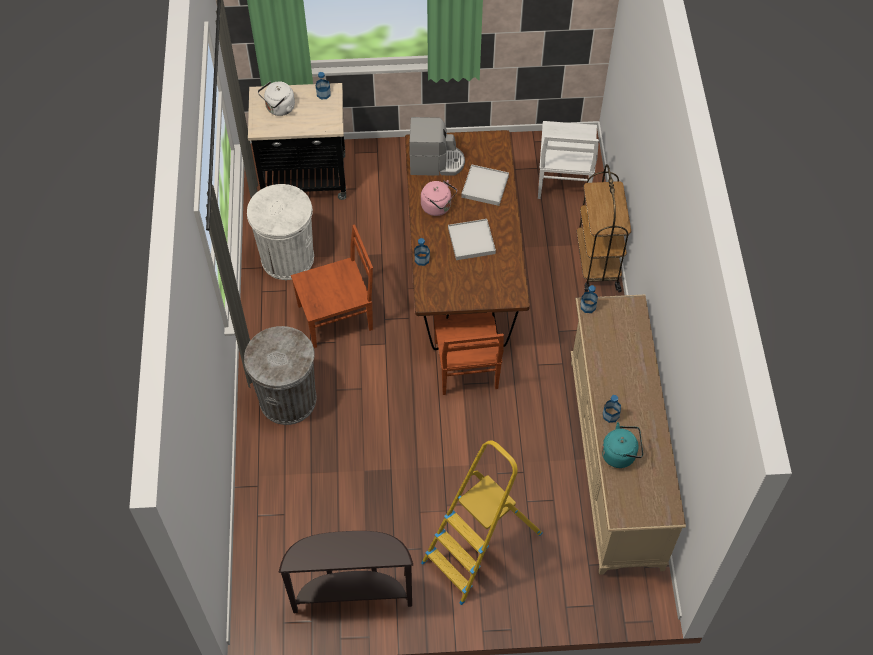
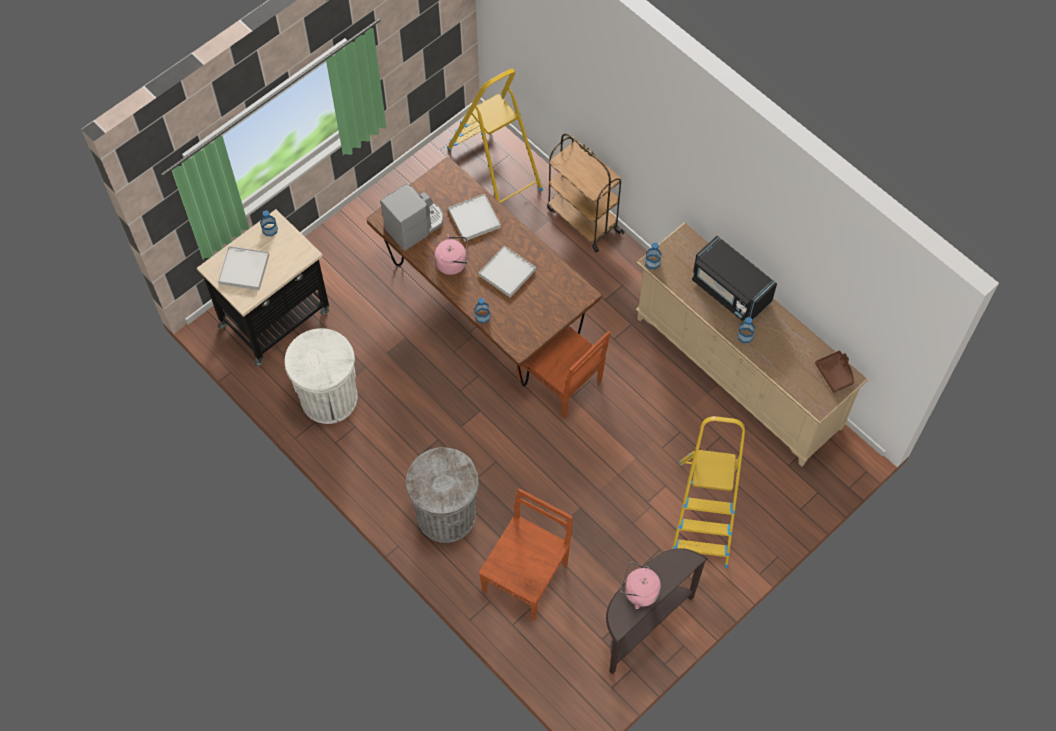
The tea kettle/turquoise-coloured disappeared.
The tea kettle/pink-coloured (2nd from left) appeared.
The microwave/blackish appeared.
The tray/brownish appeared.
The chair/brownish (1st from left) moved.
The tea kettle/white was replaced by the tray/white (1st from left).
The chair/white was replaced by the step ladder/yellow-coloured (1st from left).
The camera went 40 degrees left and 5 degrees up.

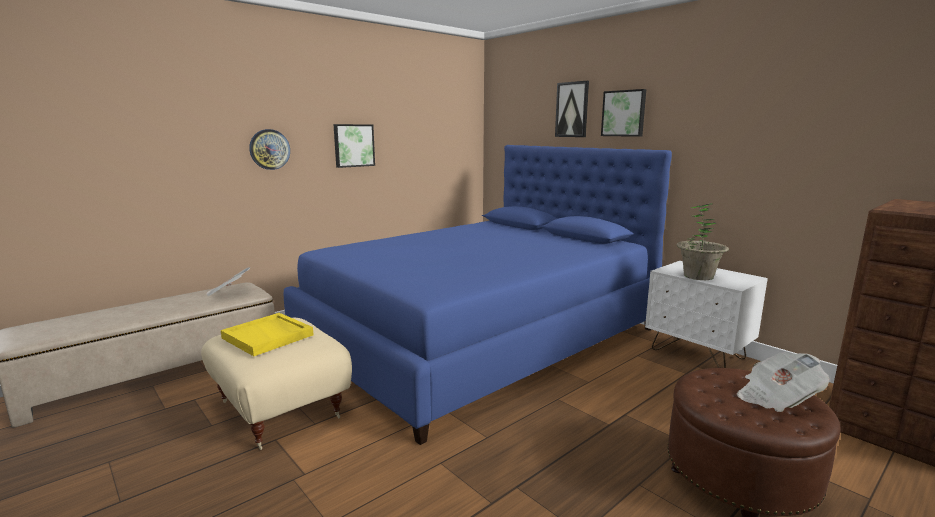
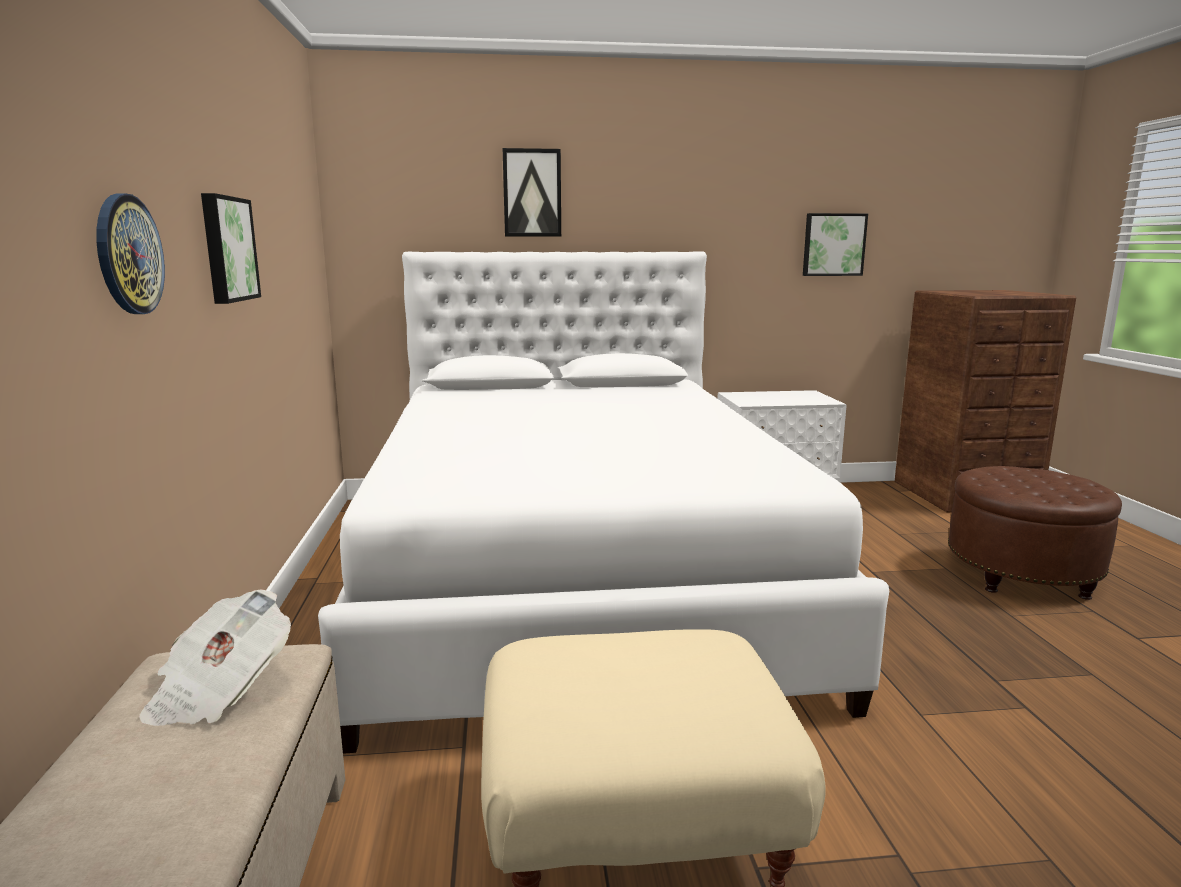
The tray/yellow-coloured disappeared.
The houseplant disappeared.
The daily paper (2nd from left) disappeared.
The picture (3rd from left) moved.
The bed/bluish became the bed/white.
The camera went 55 degrees left and 0 degrees up.

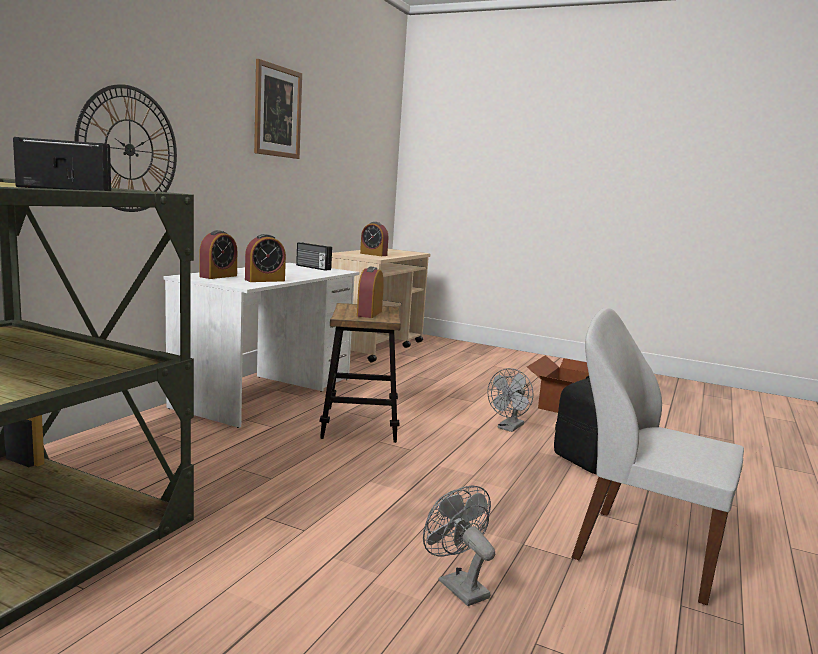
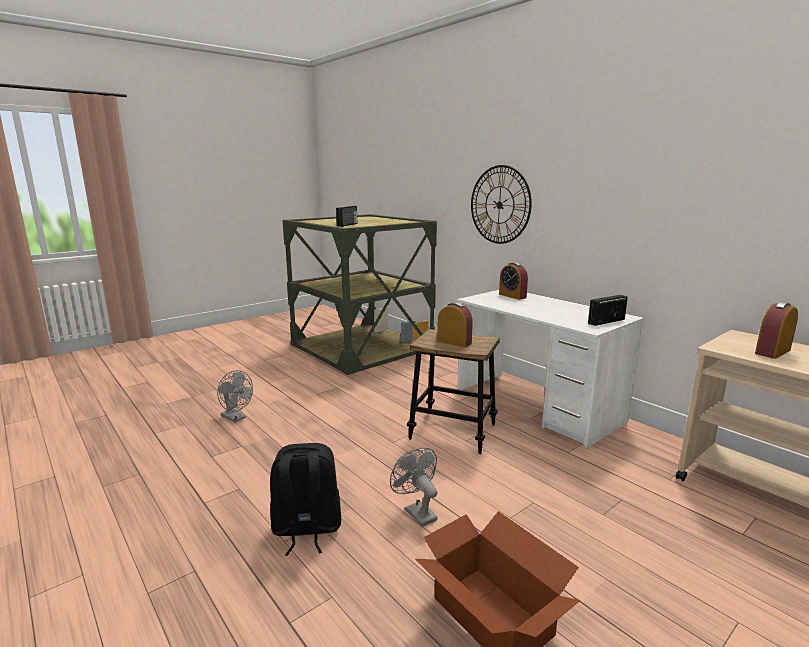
The table clock (2nd from left) disappeared.
The picture disappeared.
The chair/white disappeared.
The cooling fan/gray (1st from left) turned 45 degrees clockwise.
The camera went 115 degrees right and 5 degrees up.

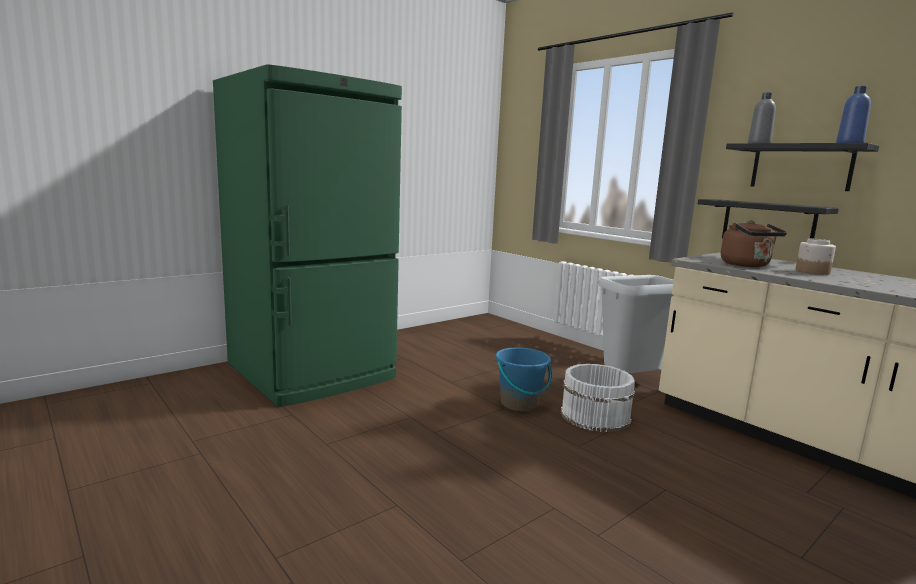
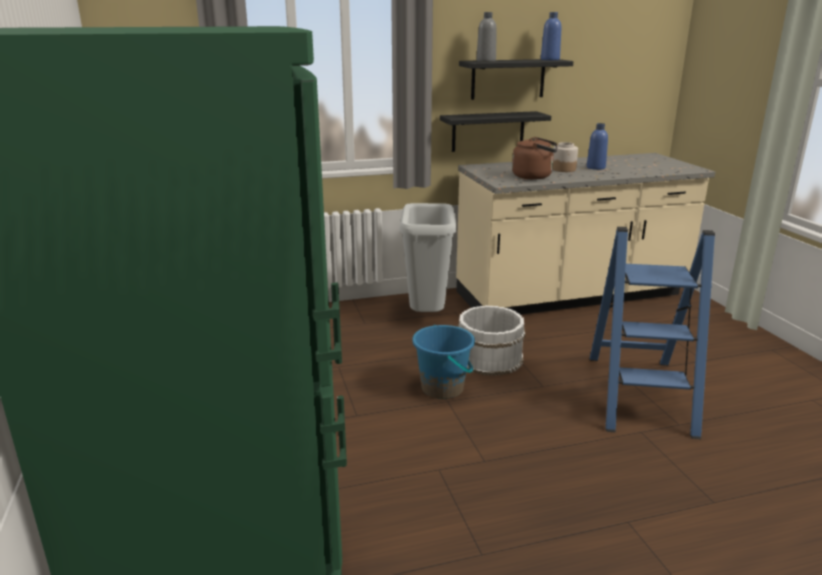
The beverage bottle/bluish (2nd from left) appeared.
The step ladder/bluish appeared.
The camera went 65 degrees left and 10 degrees up.

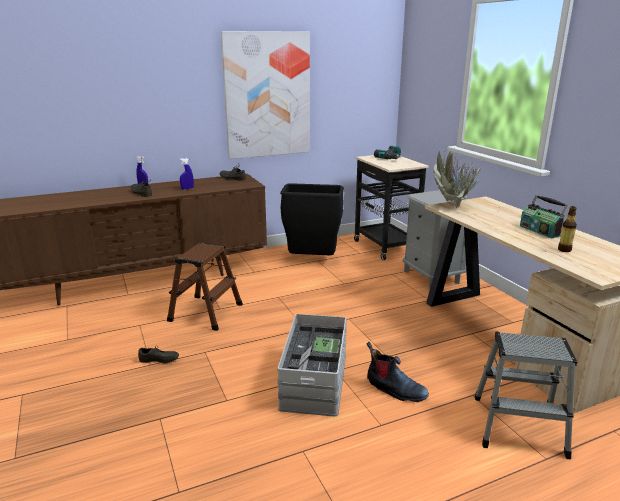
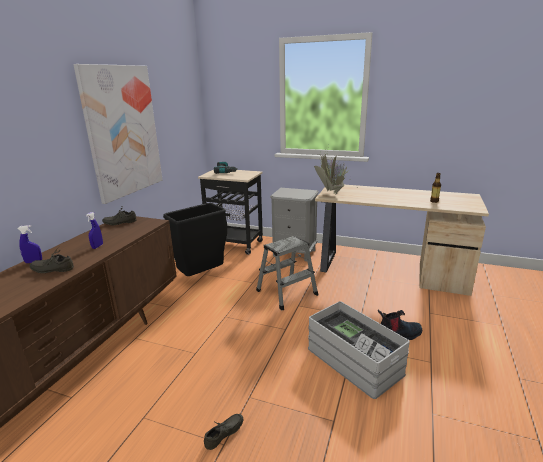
The step ladder/brownish disappeared.
The radio set disappeared.
The step ladder/gray moved.
The camera went 45 degrees left and 0 degrees up.

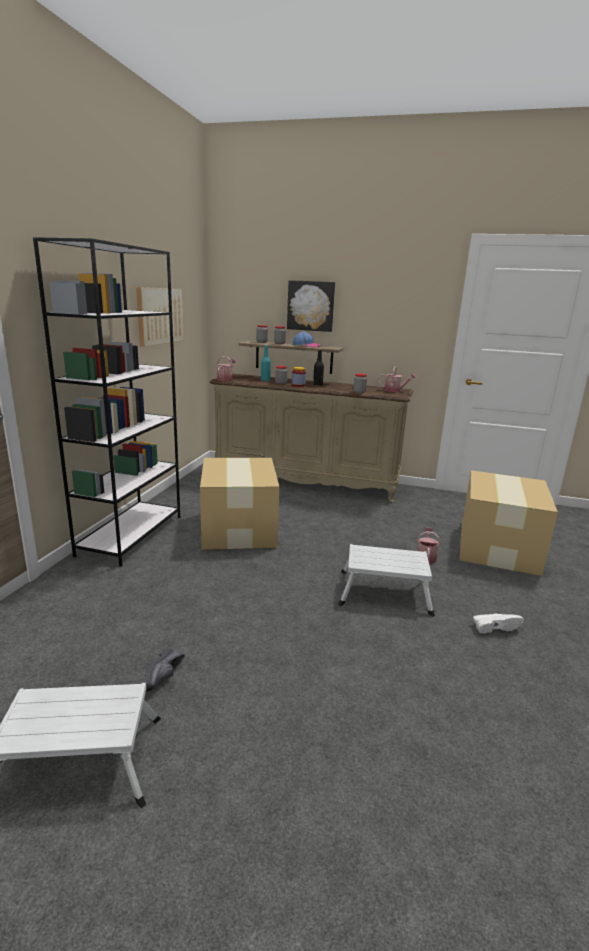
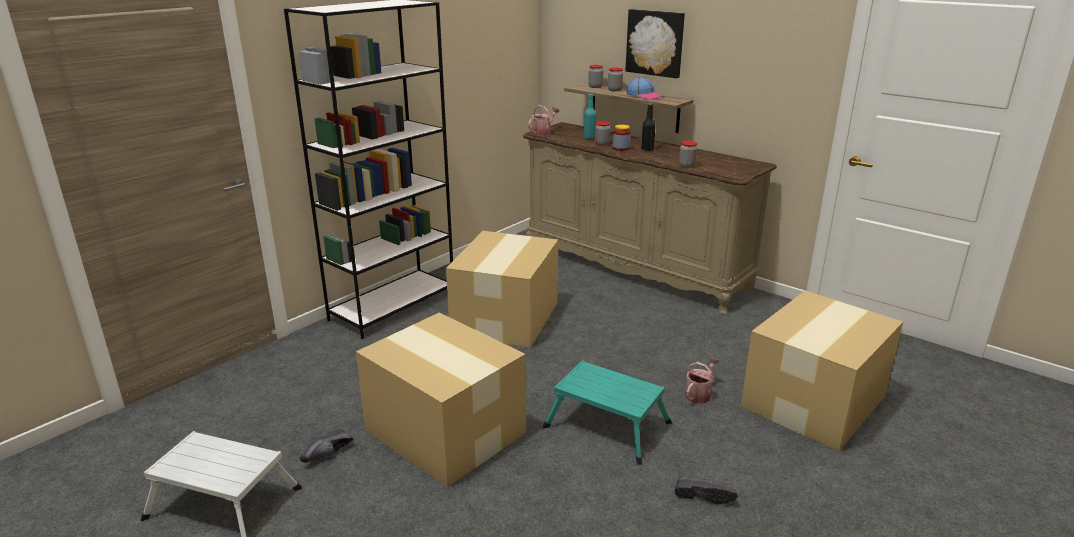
The picture (1st from left) disappeared.
The sprinkling can (2nd from left) disappeared.
The packing box (1st from left) appeared.
The step ladder/white (2nd from left) became the step ladder/turquoise-coloured.
The low shoe/white became the low shoe/blackish (2nd from left).
The camera went 25 degrees right and 5 degrees up.

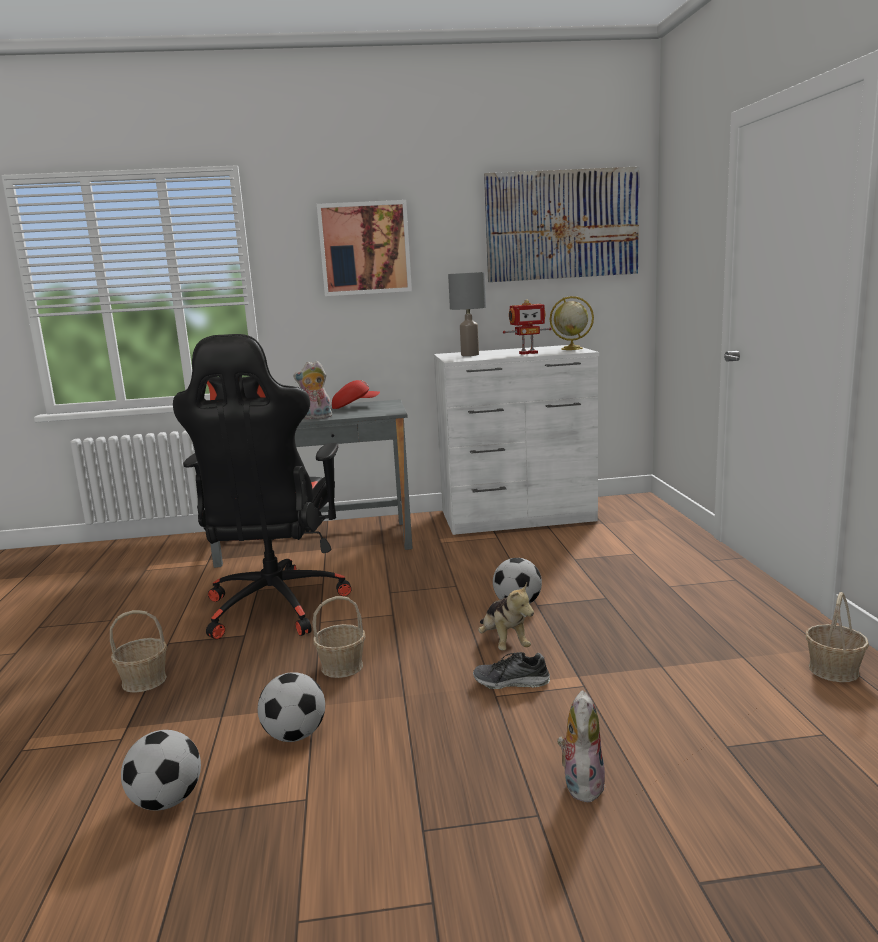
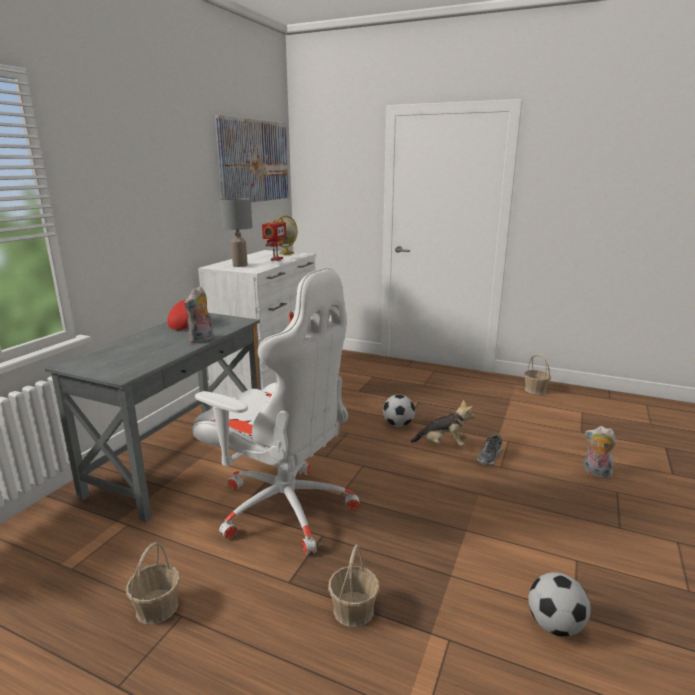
The football ball (2nd from left) disappeared.
The picture (1st from left) disappeared.
The household basket (2nd from left in the first image) moved.
The office chair/blackish became the office chair/white.
The camera went 60 degrees left and 5 degrees up.

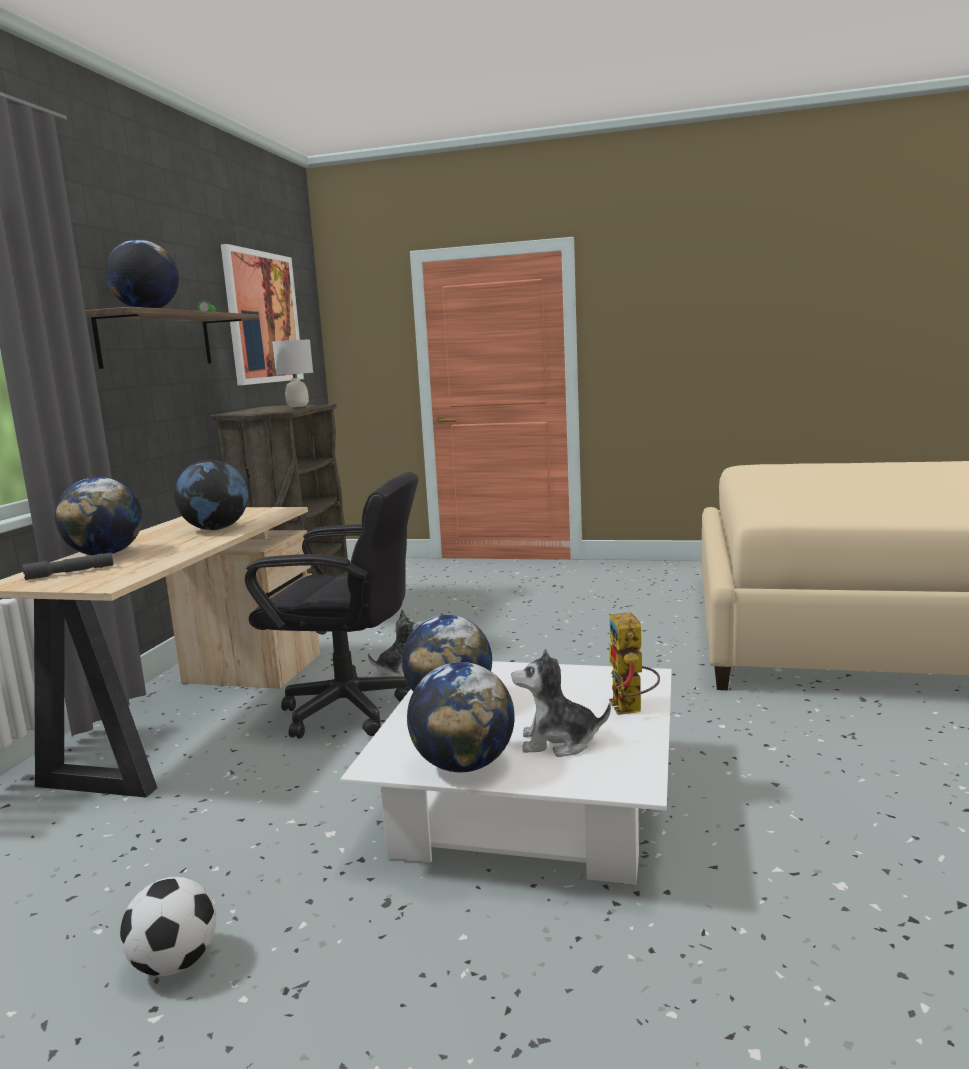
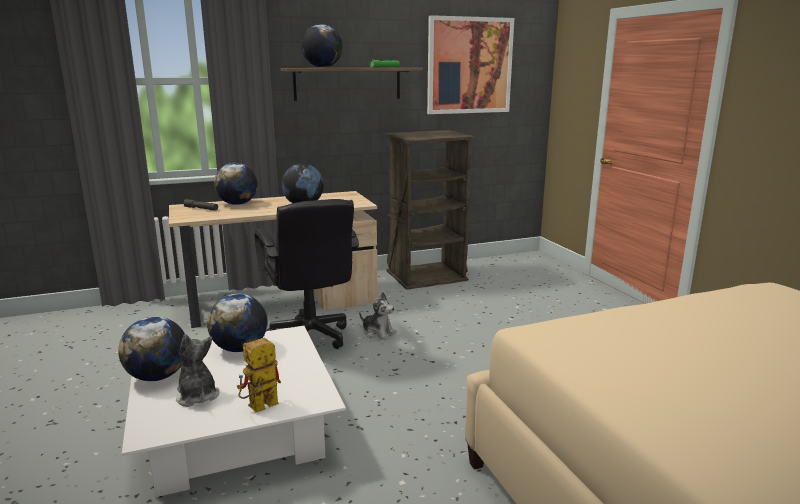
The football ball disappeared.
The table lamp/gray disappeared.
The camera went 55 degrees right and 5 degrees up.

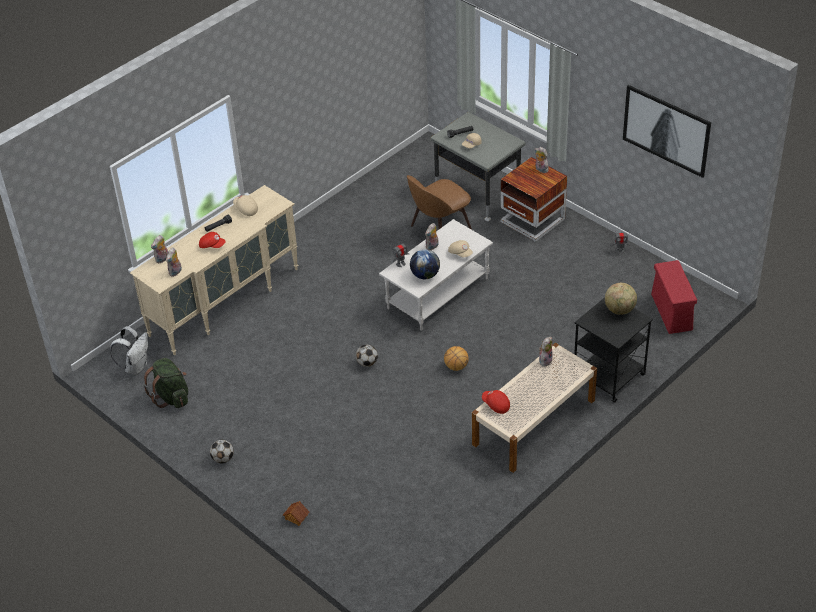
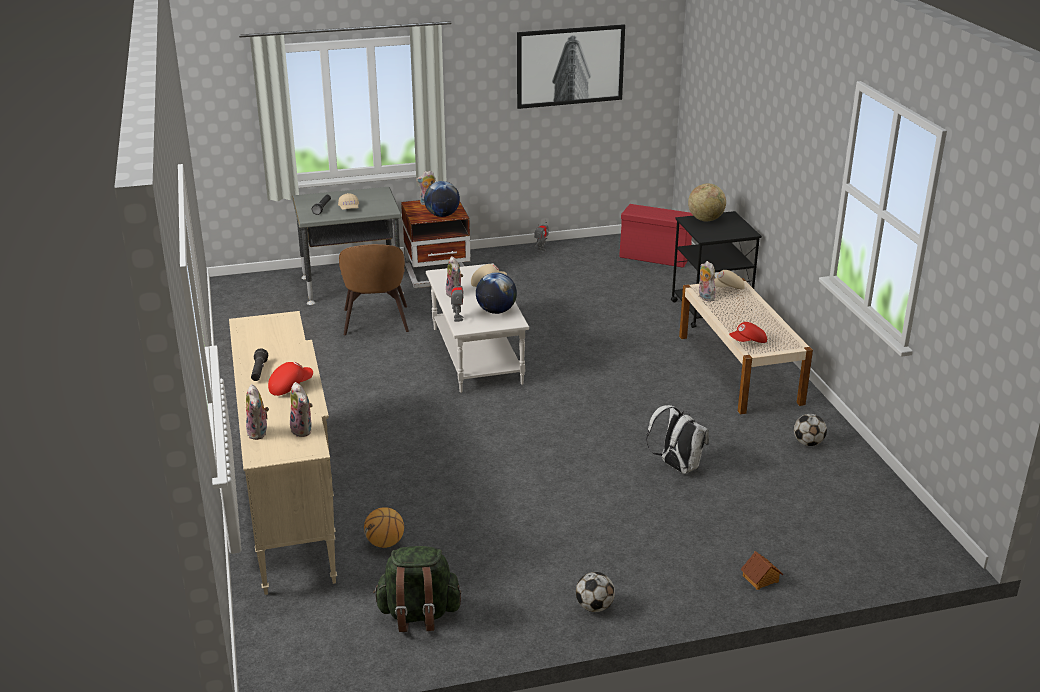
The world globe (1st from left) appeared.
The knapsack/white moved.
The cap/beige (1st from left in the first image) moved.
The football ball (2nd from left) moved.
The ball for basketball moved.
The camera went 60 degrees left and 15 degrees down.

